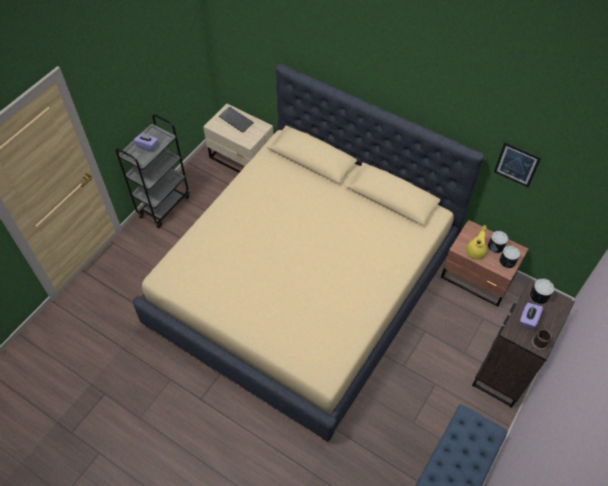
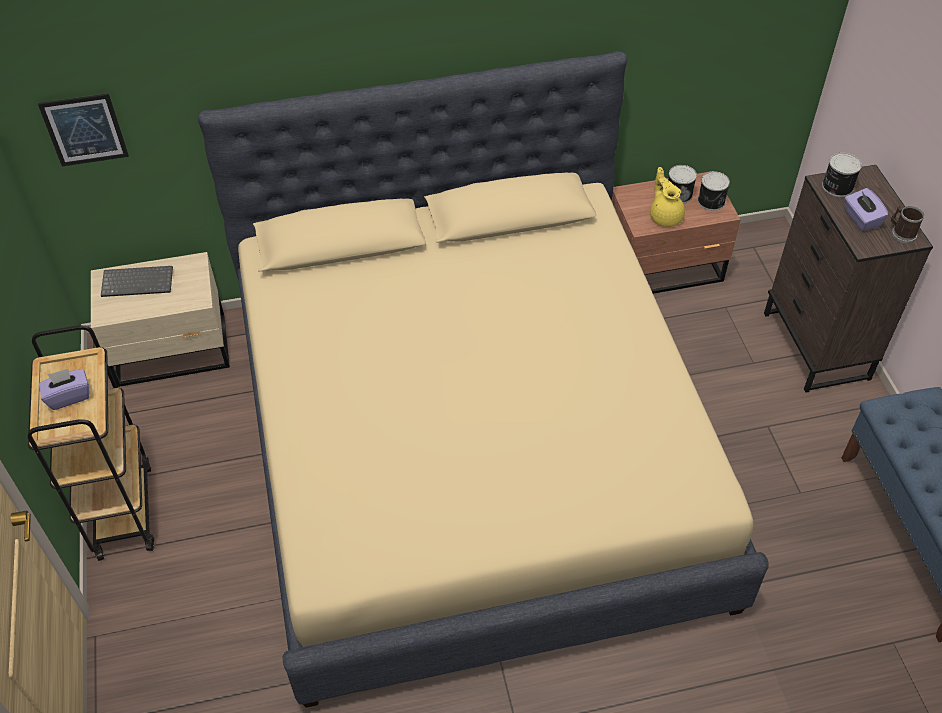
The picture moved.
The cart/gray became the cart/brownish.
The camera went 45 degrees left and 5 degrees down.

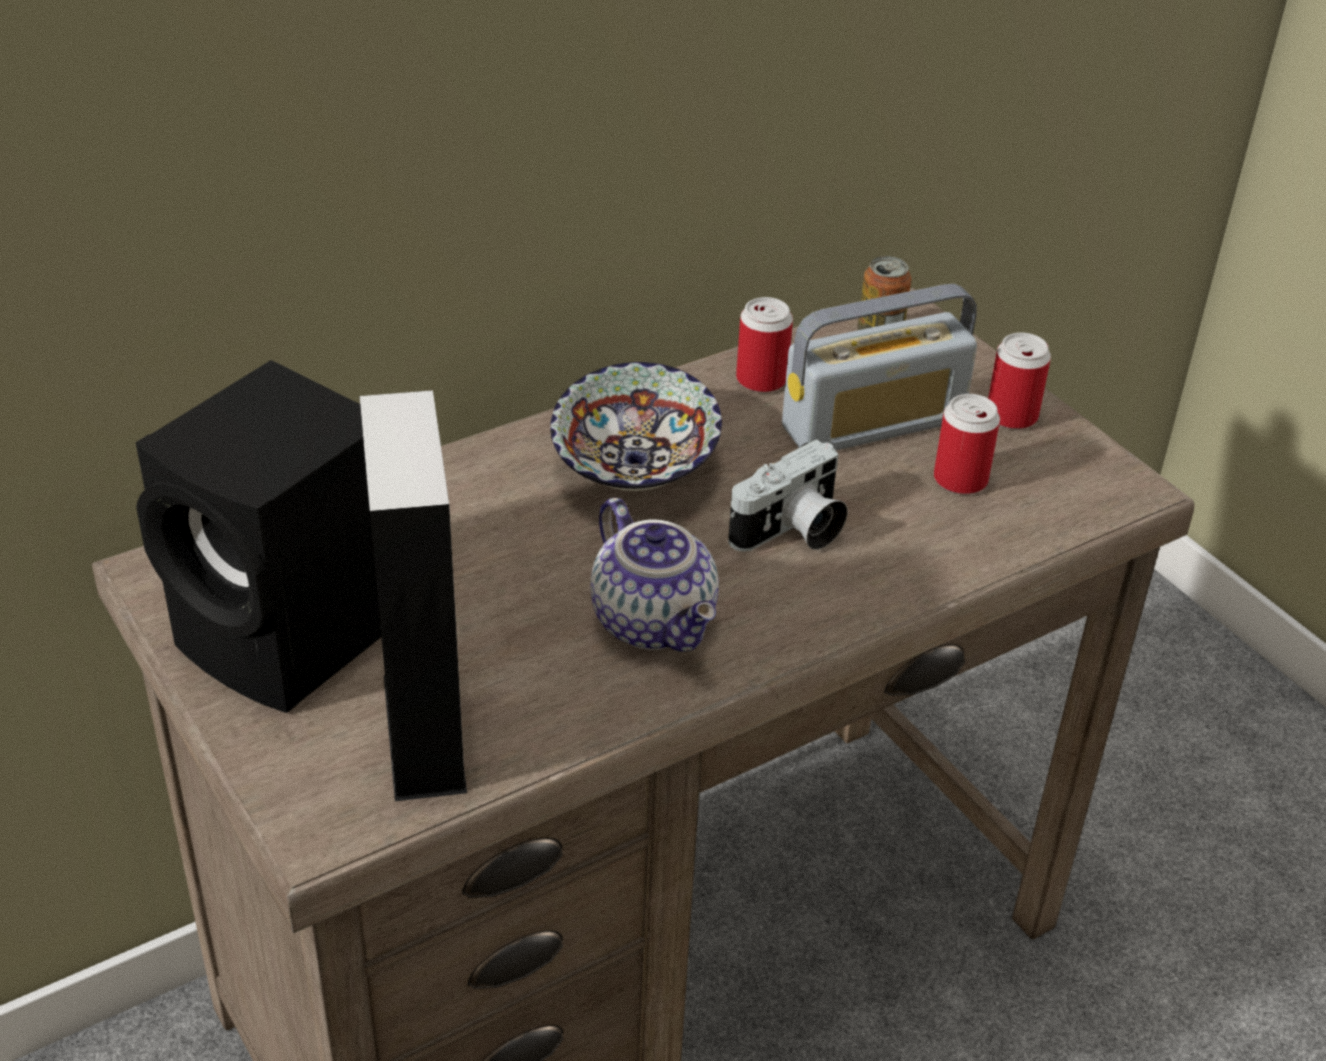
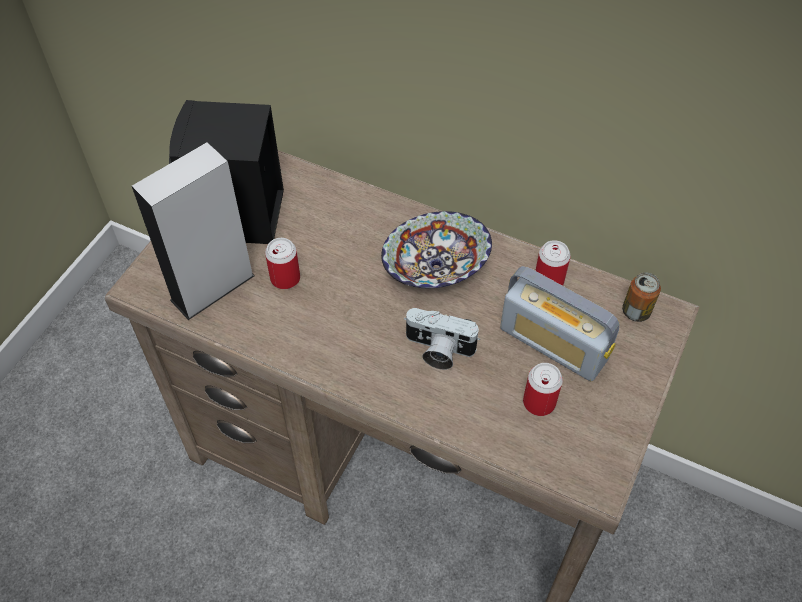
The pot for tea disappeared.
The can (4th from left in the first image) moved.
The camera went 60 degrees right and 15 degrees up.

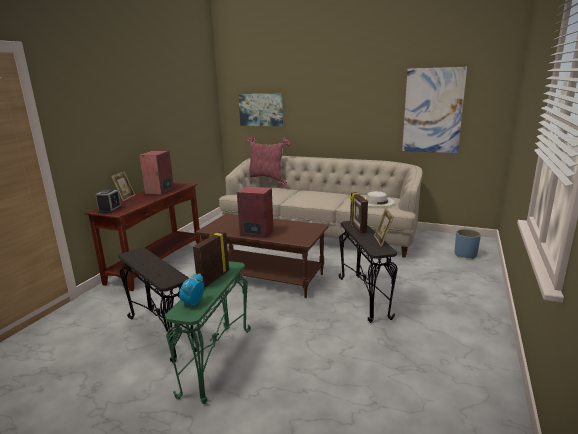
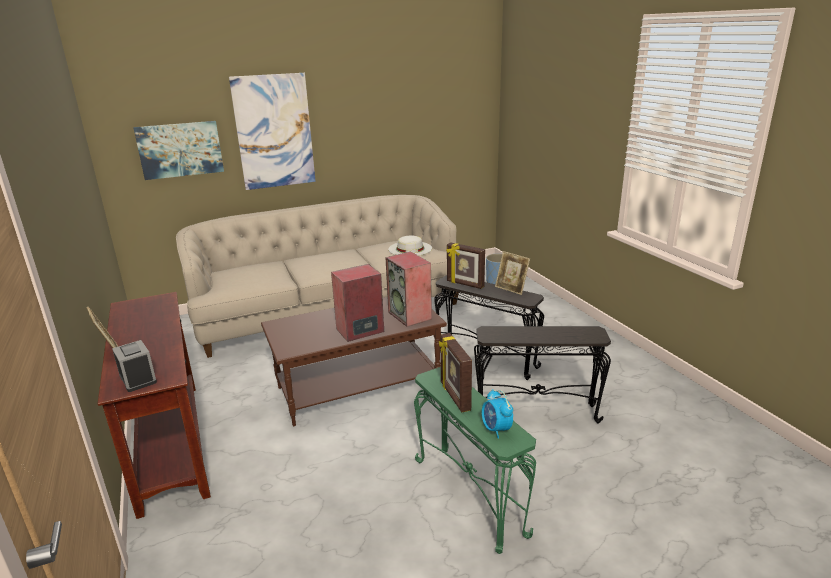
The pillow/red-coloured disappeared.
The accent table/blackish (1st from left in the first image) moved.
The audio speaker (1st from left in the first image) moved.
The picture (2nd from left) moved.
The camera went 45 degrees left and 5 degrees up.

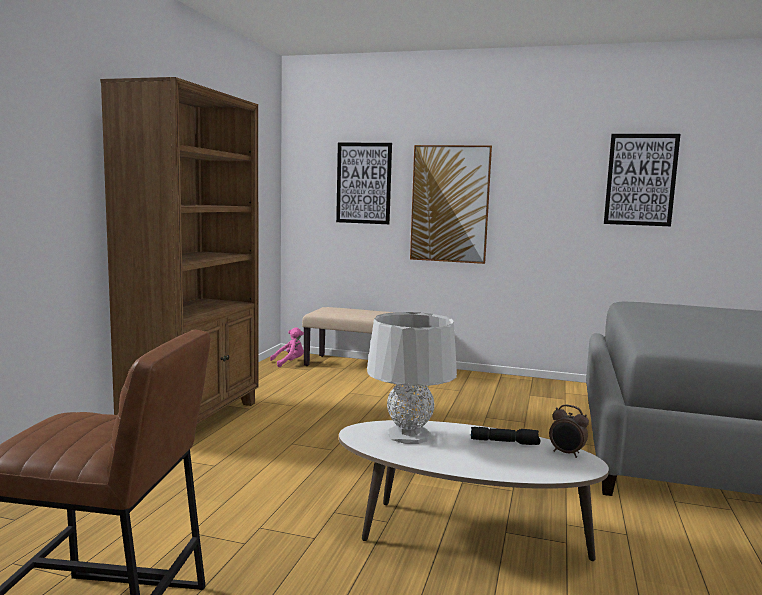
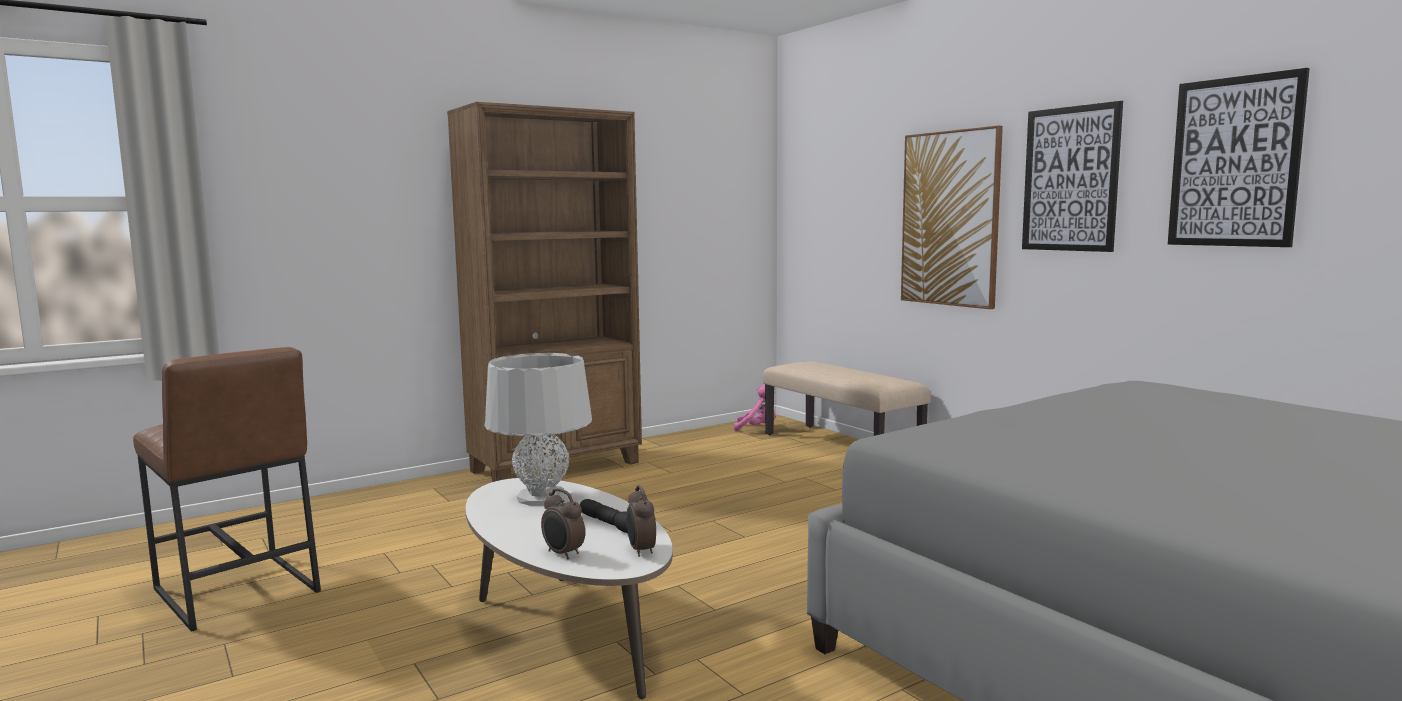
The table clock (1st from left) appeared.
The picture (1st from left in the first image) moved.
The camera went 40 degrees right and 0 degrees up.

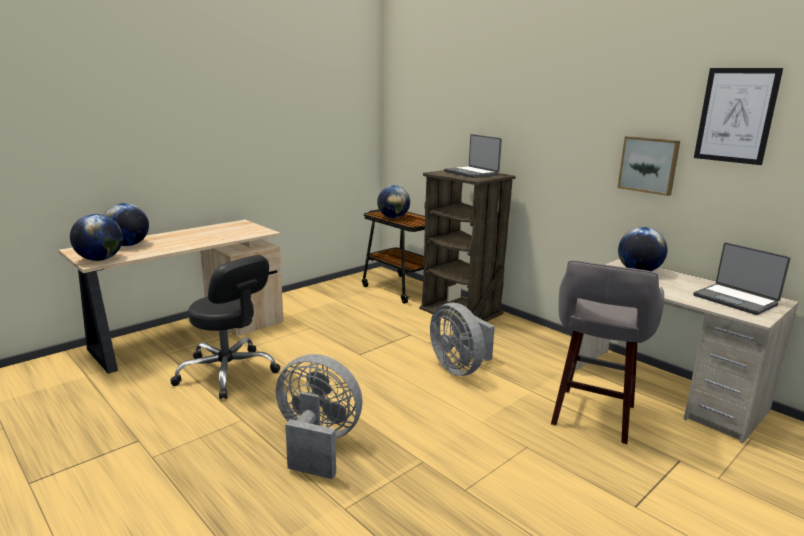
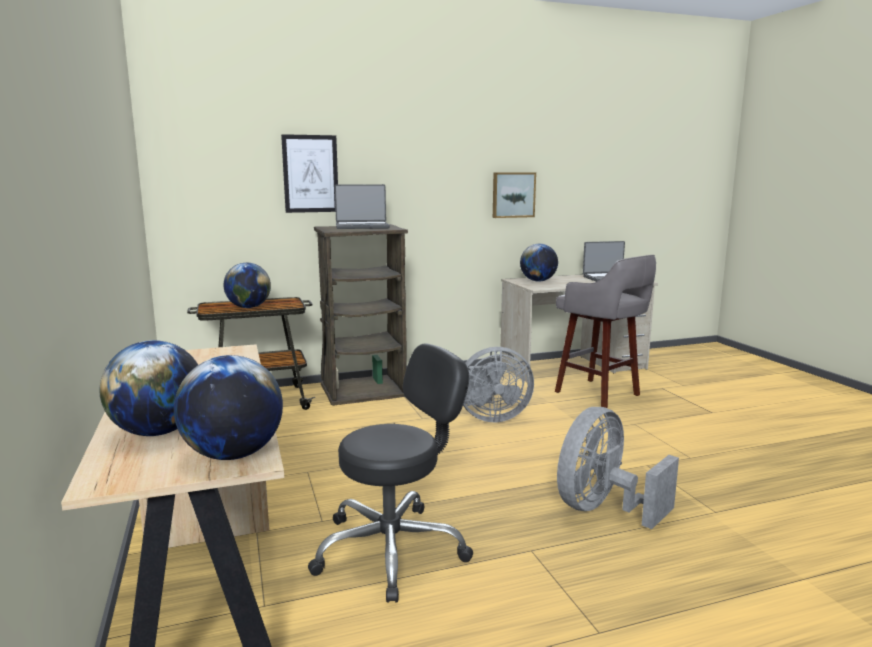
The picture (2nd from left in the first image) moved.
The camera went 65 degrees left and 5 degrees down.

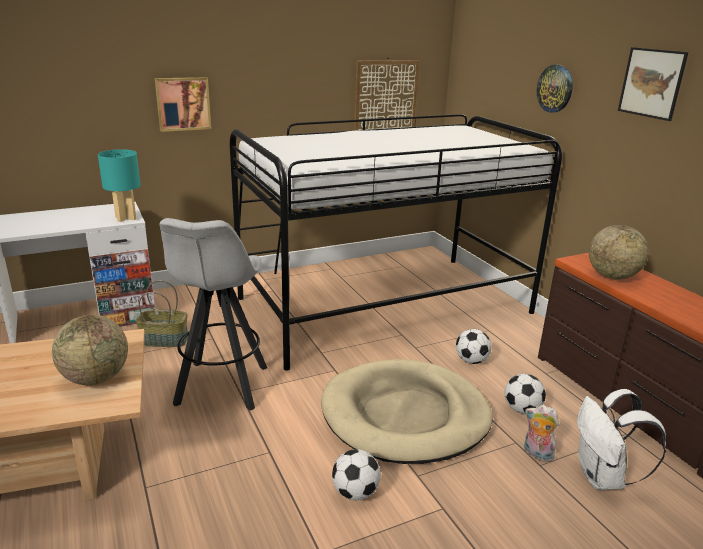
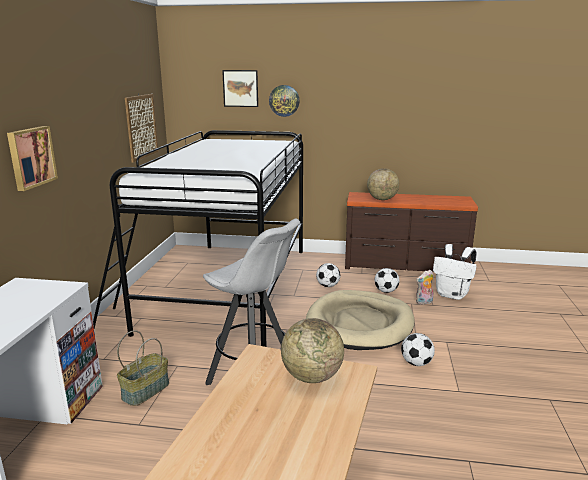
The table lamp/turquoise-coloured disappeared.
The picture (3rd from left) moved.
The camera went 55 degrees left and 5 degrees down.

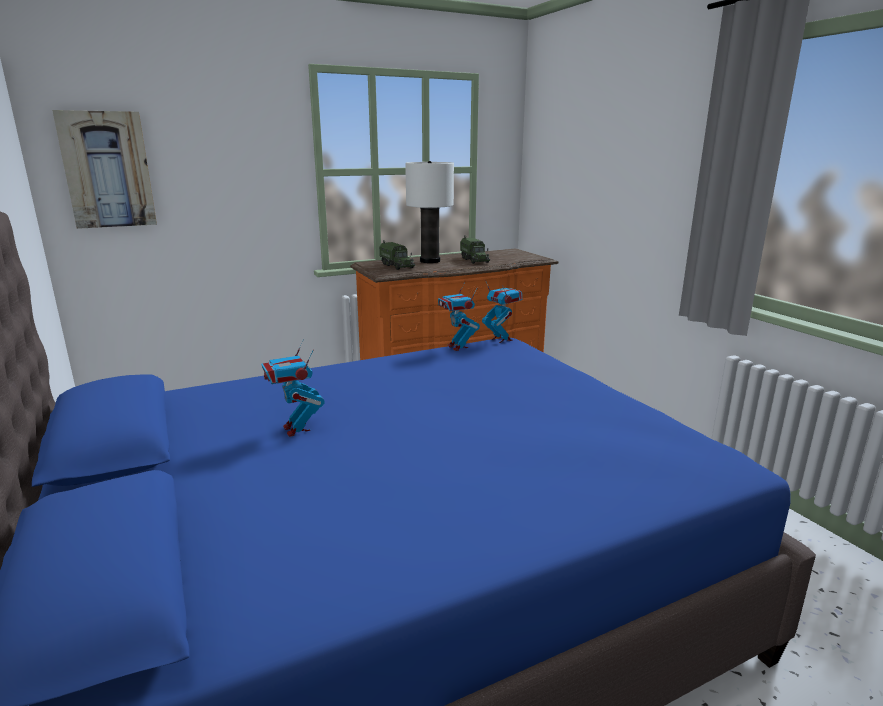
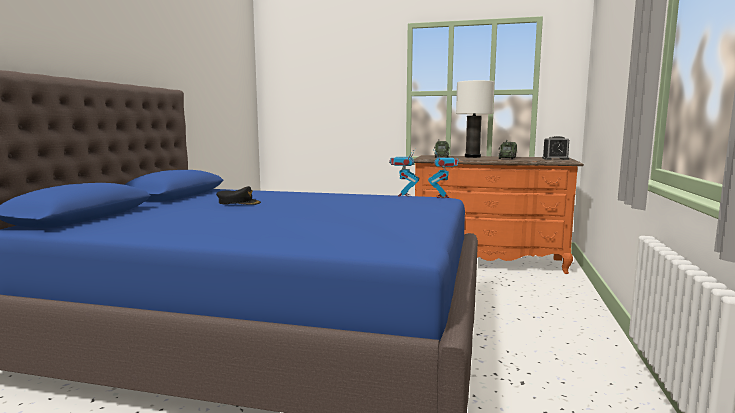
The picture disappeared.
The table clock appeared.
The robot figure (1st from left) was replaced by the cap/blackish.
The camera went 40 degrees right and 10 degrees down.

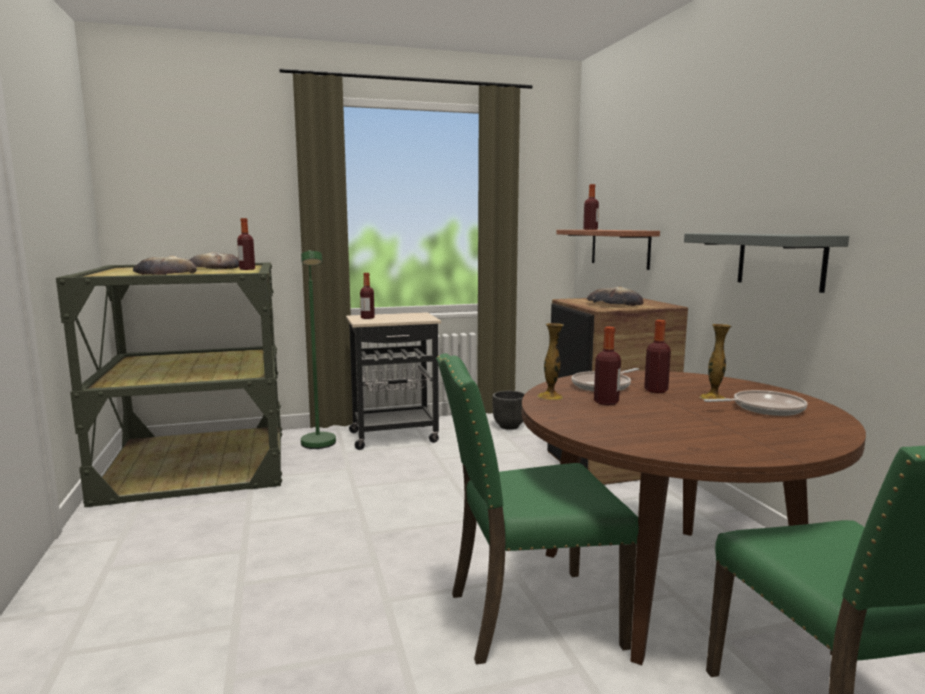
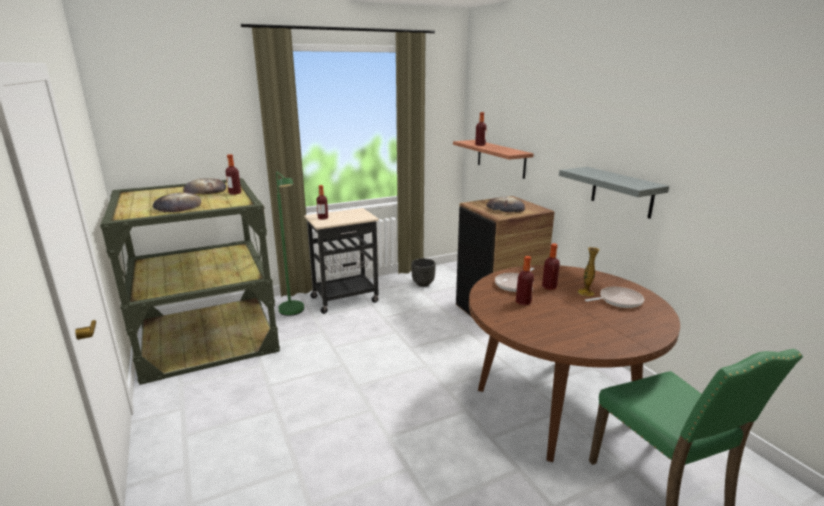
The chair/green-coloured (1st from left) disappeared.
The vase (1st from left) disappeared.
The camera went 10 degrees left and 10 degrees up.

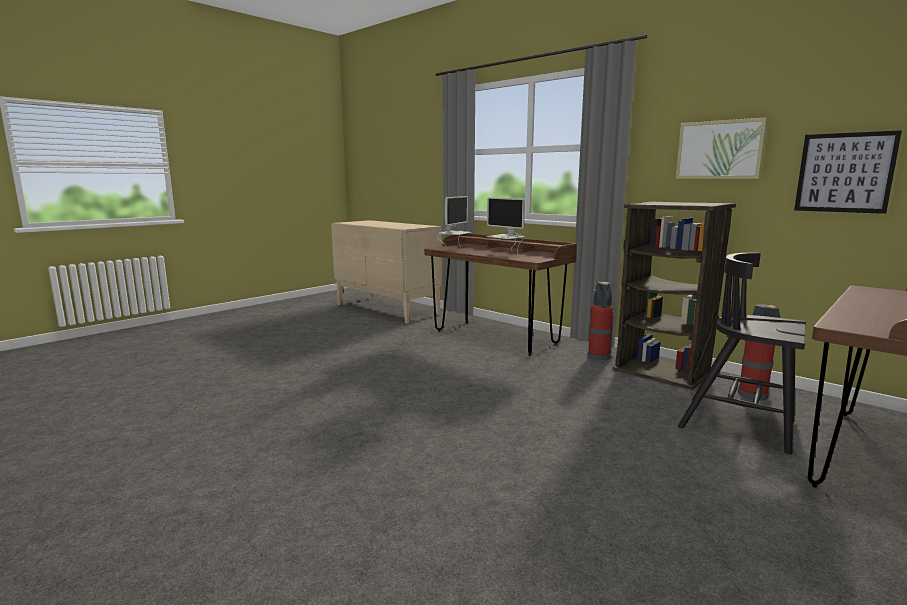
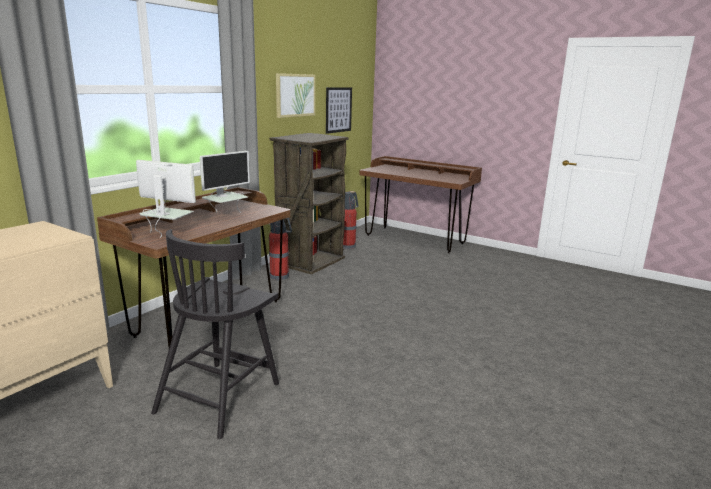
The chair/blackish moved.
The camera went 100 degrees left and 5 degrees up.

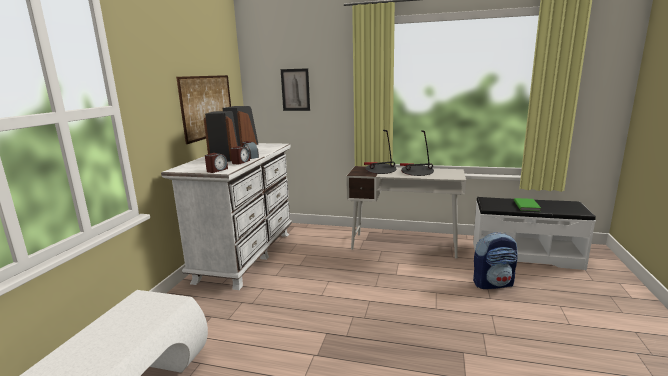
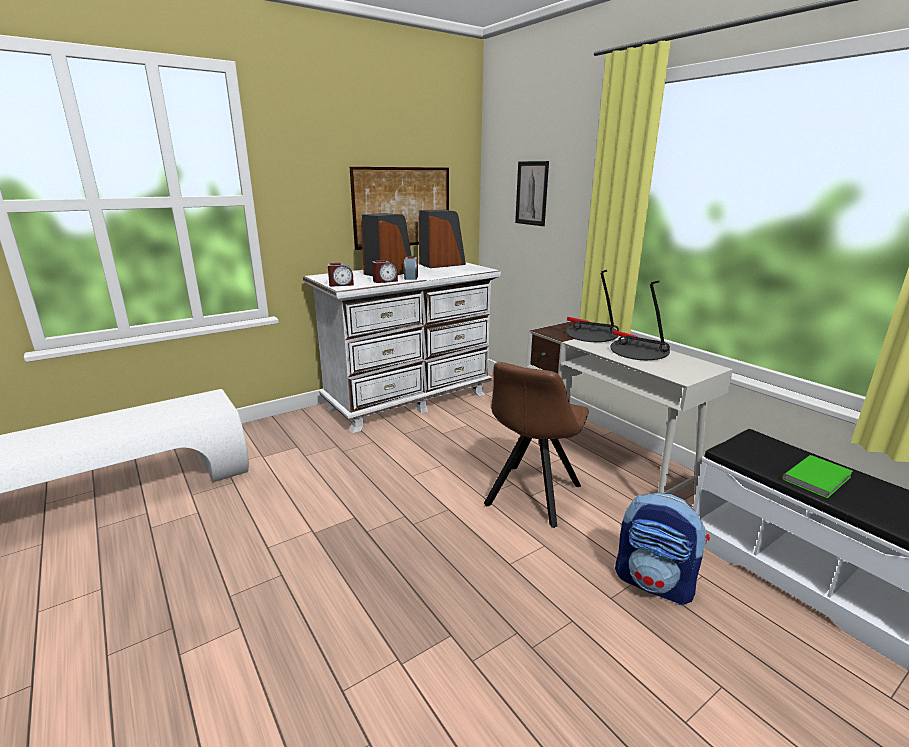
The chair/brownish appeared.
The camera went 40 degrees right and 5 degrees up.

